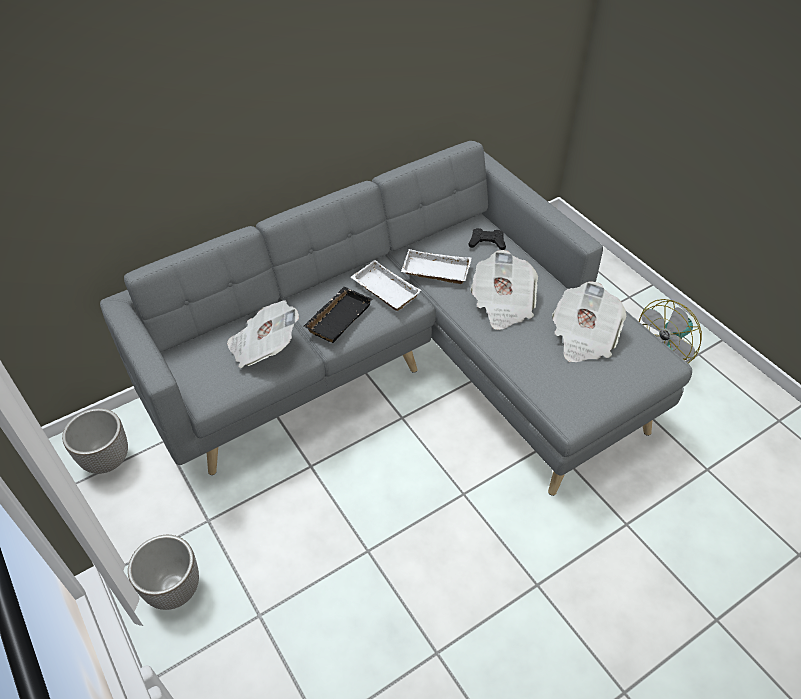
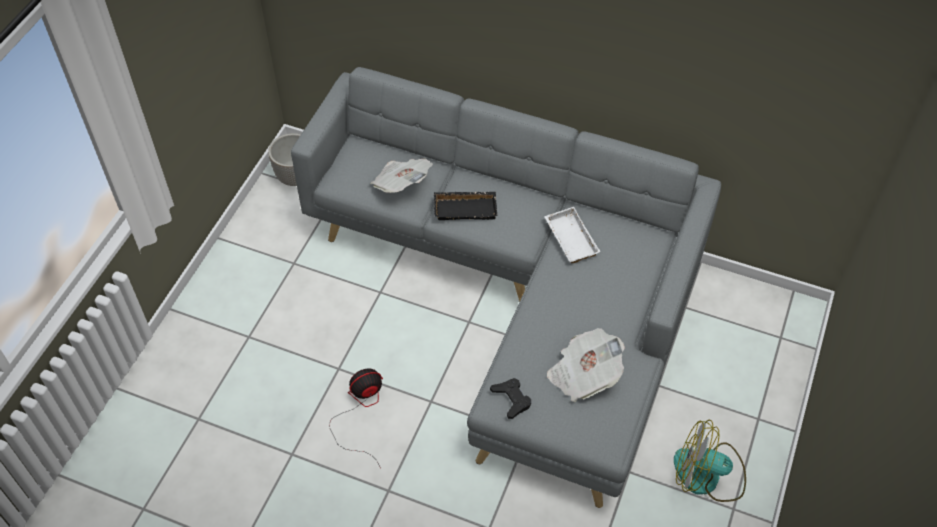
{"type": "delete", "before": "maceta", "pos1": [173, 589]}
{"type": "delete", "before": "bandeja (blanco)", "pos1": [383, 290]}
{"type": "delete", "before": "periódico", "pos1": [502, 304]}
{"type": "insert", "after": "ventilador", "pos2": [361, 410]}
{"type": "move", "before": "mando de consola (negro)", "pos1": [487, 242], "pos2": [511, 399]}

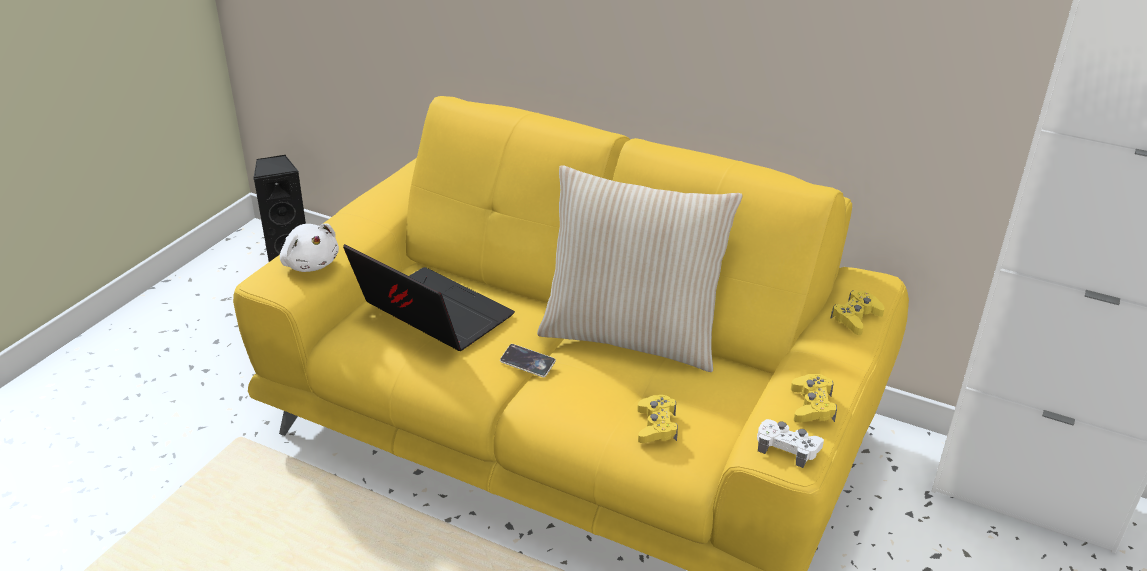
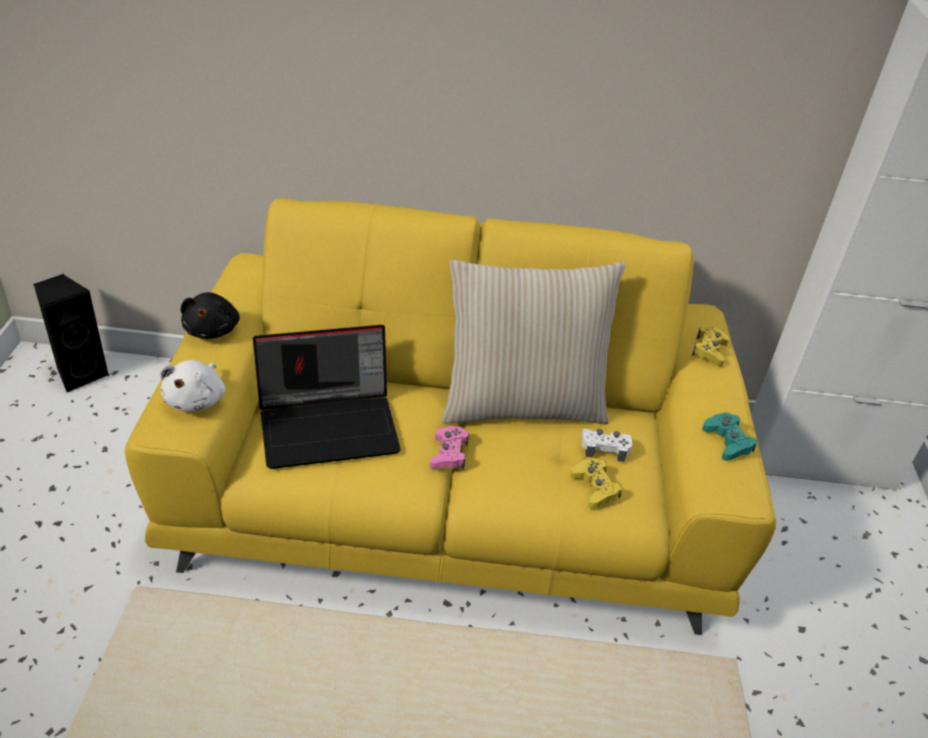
{"type": "insert", "after": "peluche (negro)", "pos2": [213, 330]}
{"type": "move", "before": "mando de consola (blanco)", "pos1": [787, 447], "pos2": [605, 448]}
{"type": "replace", "before": "móvil", "after": "mando de consola (rosa)", "pos1": [527, 363], "pos2": [449, 453]}
{"type": "recolor", "before": "mando de consola (amarillo)", "after": "mando de consola (turquesa)", "pos1": [812, 406], "pos2": [727, 442]}
{"type": "rotate", "before": "peluche (blanco)", "pos1": [310, 264], "pos2": [197, 400], "turn": 75}
{"type": "rotate", "before": "portátil", "pos1": [430, 315], "pos2": [330, 425], "turn": 150}

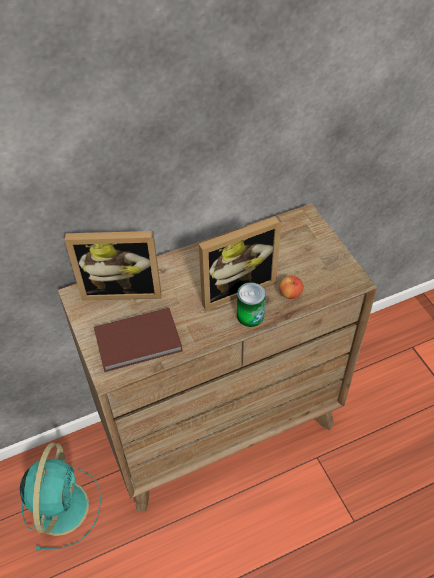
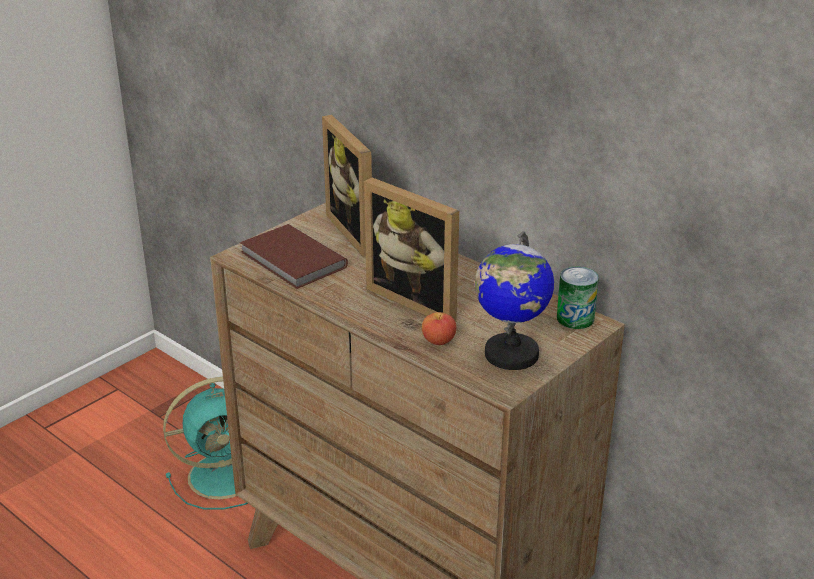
{"type": "insert", "after": "globo terráqueo", "pos2": [510, 354]}
{"type": "move", "before": "lata", "pos1": [250, 315], "pos2": [575, 318]}

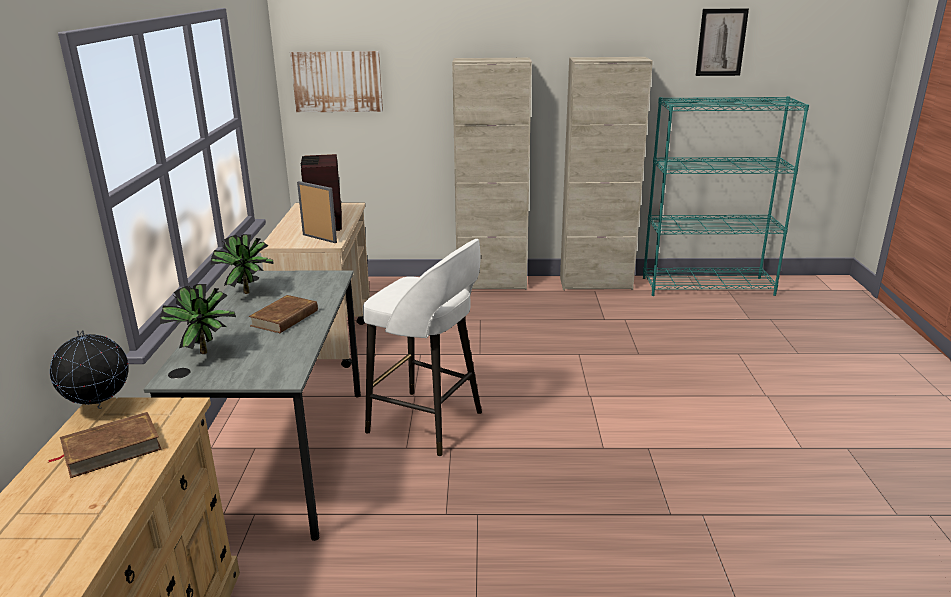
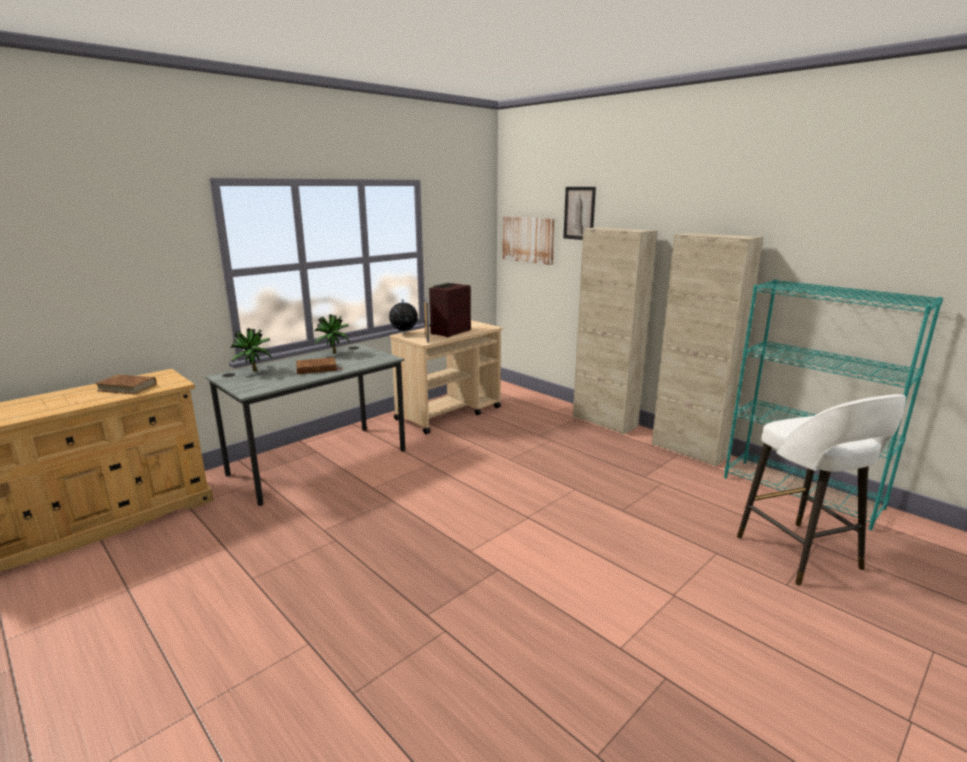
{"type": "move", "before": "globo terráqueo", "pos1": [99, 407], "pos2": [404, 334]}
{"type": "move", "before": "taburete (blanco)", "pos1": [428, 423], "pos2": [800, 555]}
{"type": "move", "before": "cuadro", "pos1": [721, 42], "pos2": [579, 213]}

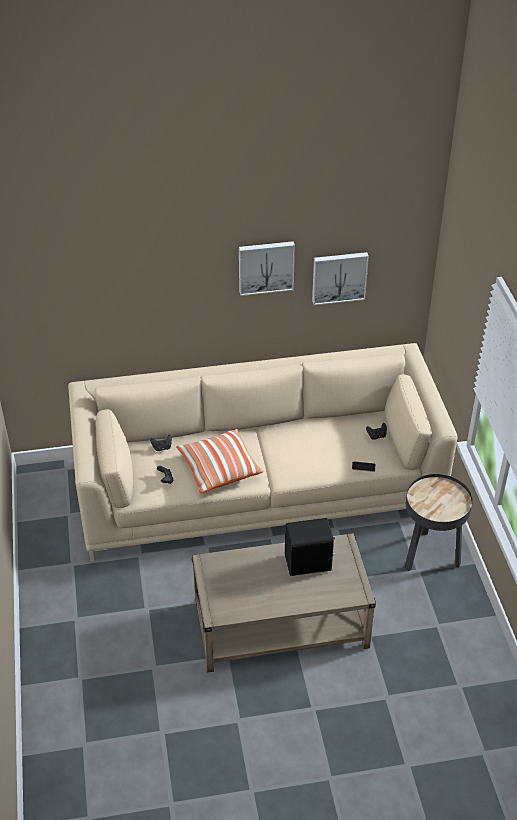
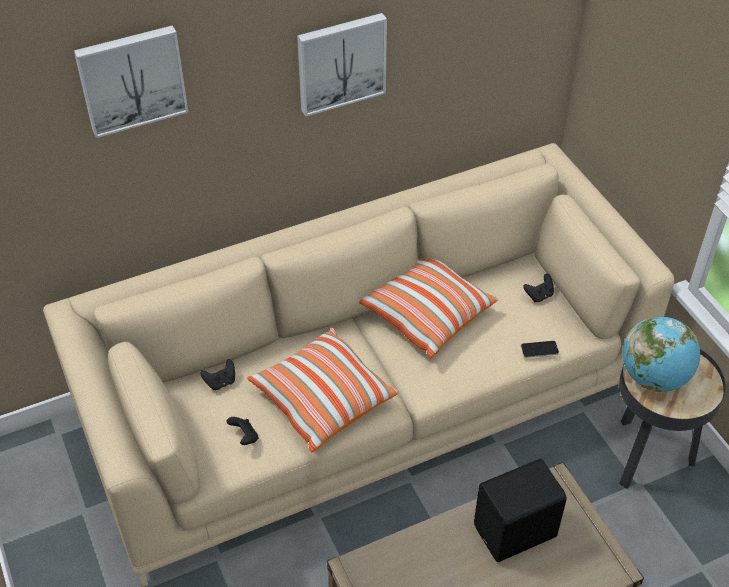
{"type": "insert", "after": "cojín", "pos2": [425, 314]}
{"type": "insert", "after": "globo terráqueo", "pos2": [654, 377]}
{"type": "move", "before": "cuadro", "pos1": [339, 277], "pos2": [131, 79]}

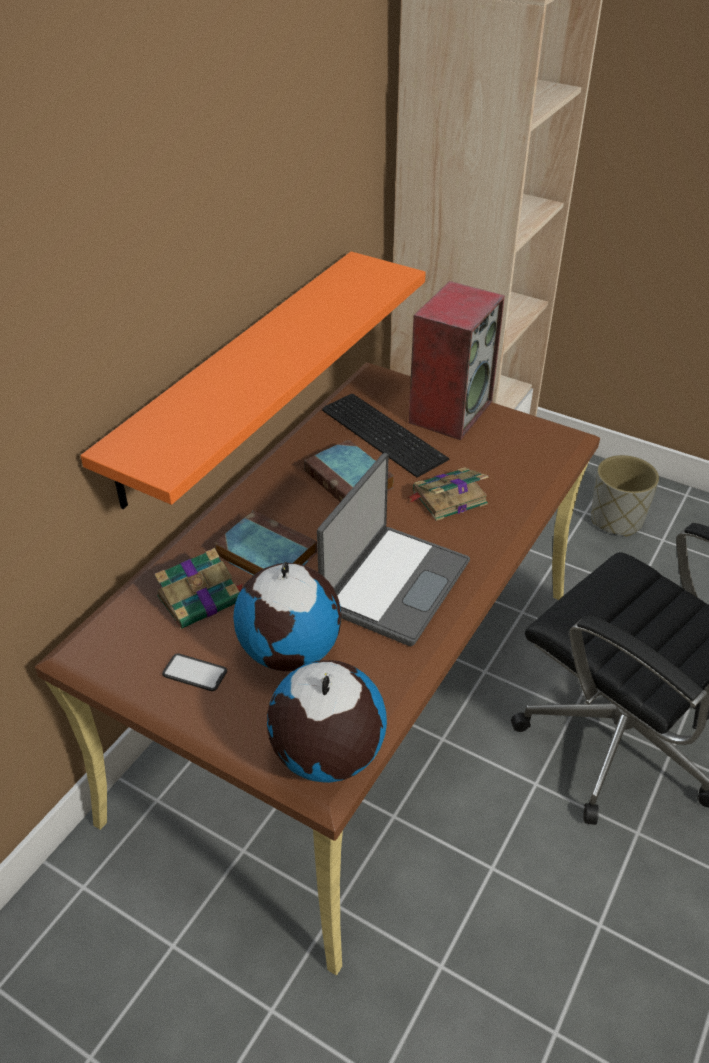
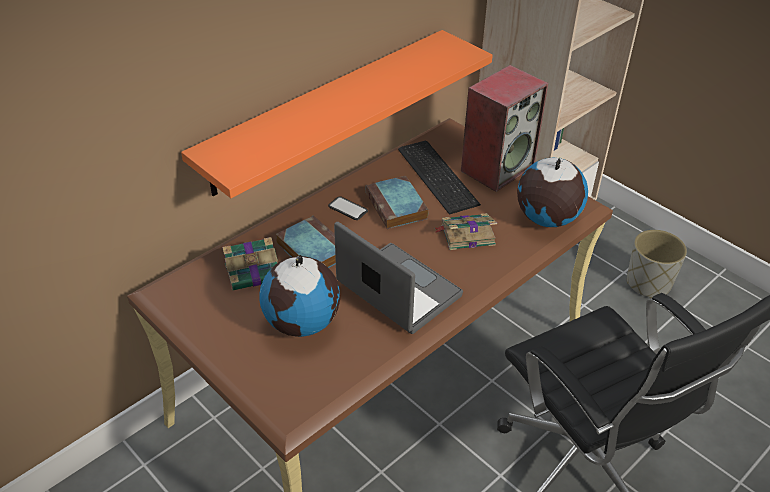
{"type": "move", "before": "móvil", "pos1": [195, 673], "pos2": [348, 209]}
{"type": "move", "before": "globo terráqueo", "pos1": [326, 755], "pos2": [546, 219]}
{"type": "rotate", "before": "portátil", "pos1": [393, 584], "pos2": [397, 291], "turn": -90}

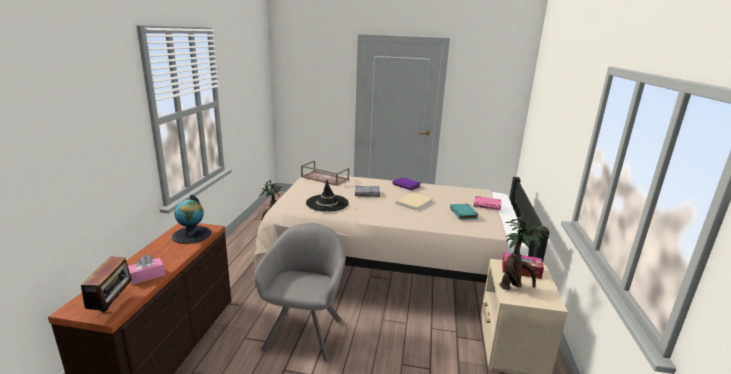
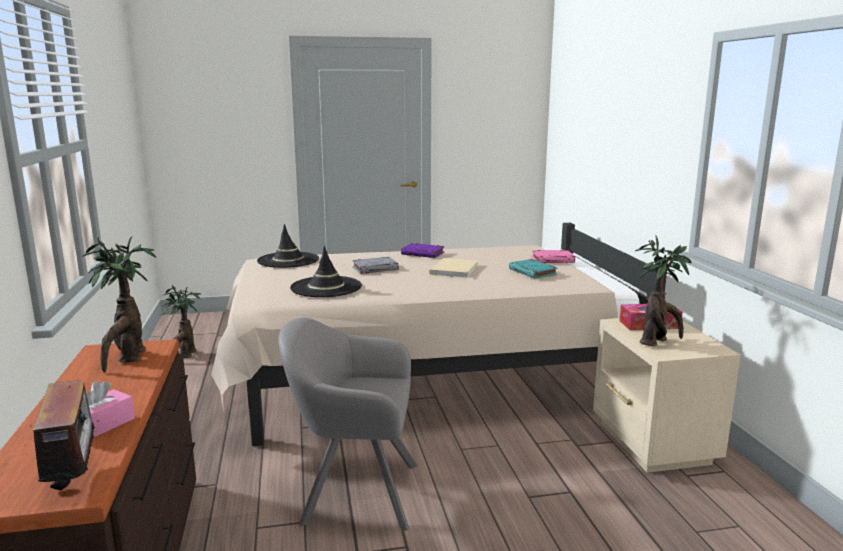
{"type": "replace", "before": "globo terráqueo", "after": "planta en maceta", "pos1": [192, 235], "pos2": [128, 359]}
{"type": "replace", "before": "bandeja (marrón)", "after": "sombrero (negro)", "pos1": [324, 178], "pos2": [288, 260]}
{"type": "rotate", "before": "sillón (gris)", "pos1": [305, 330], "pos2": [353, 491], "turn": -75}

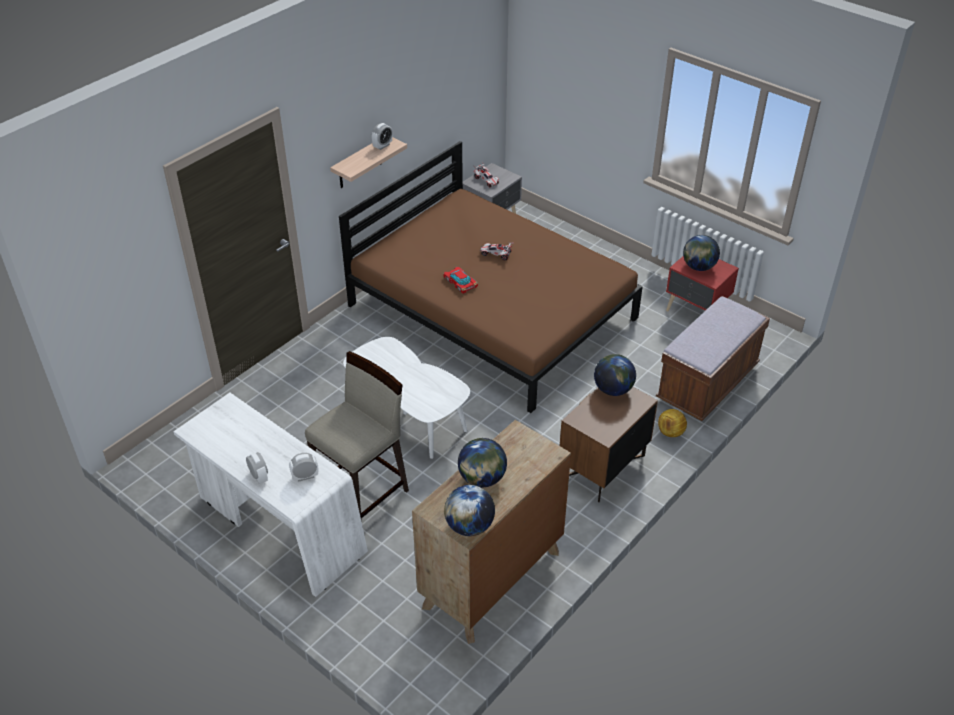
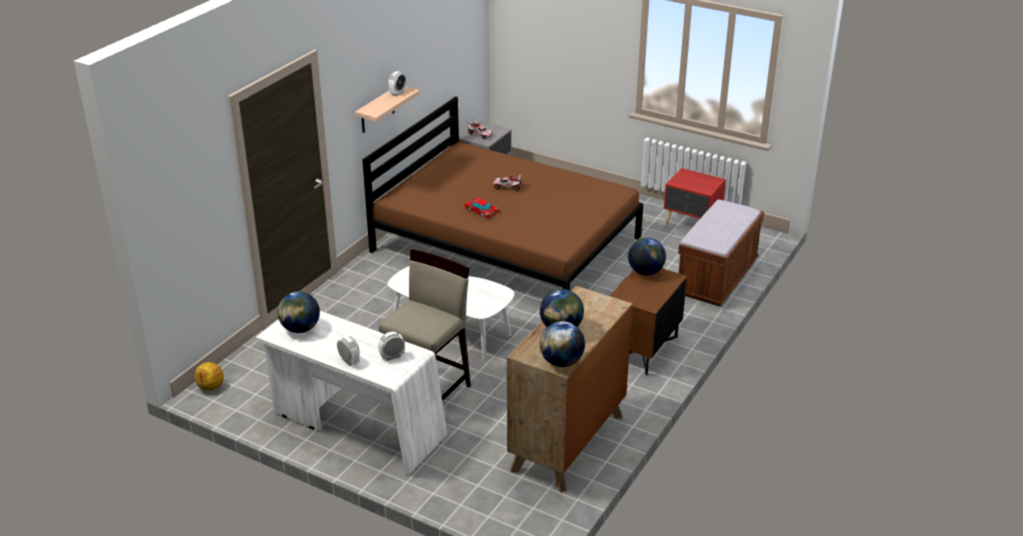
{"type": "move", "before": "balón de fútbol", "pos1": [670, 432], "pos2": [210, 387]}
{"type": "move", "before": "globo terráqueo", "pos1": [698, 267], "pos2": [300, 329]}

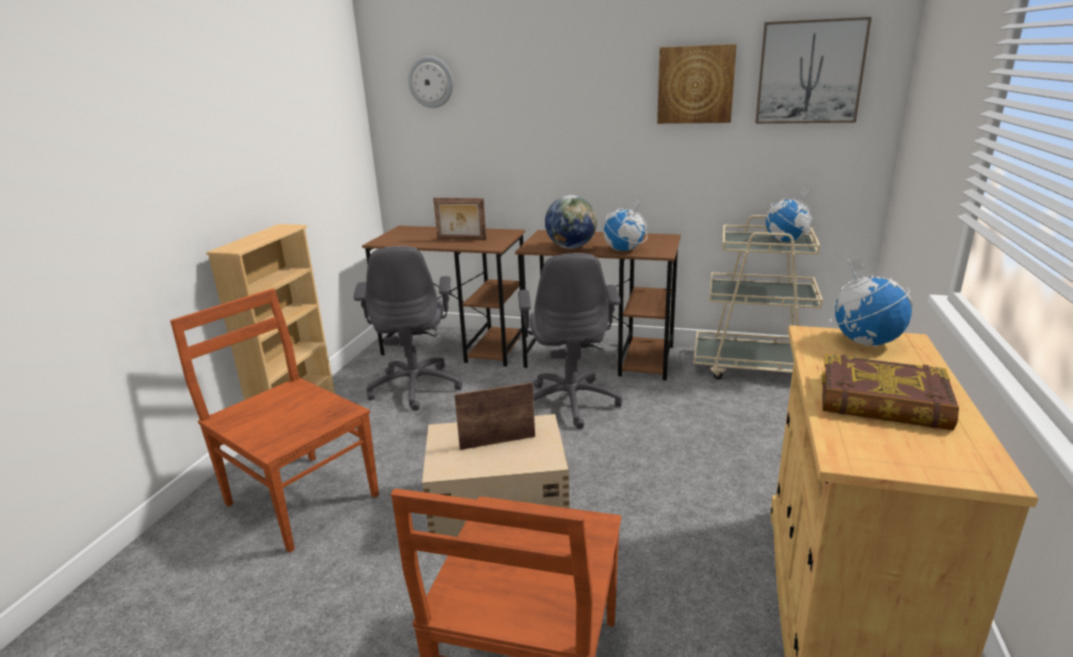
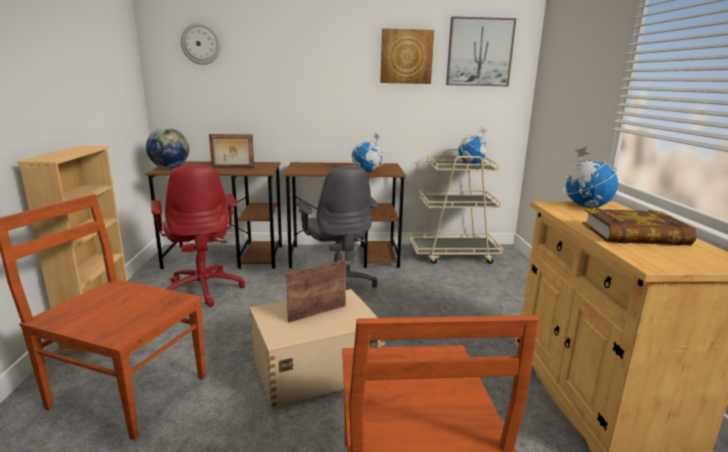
{"type": "move", "before": "globo terráqueo", "pos1": [571, 247], "pos2": [170, 168]}
{"type": "recolor", "before": "silla de oficina (gris)", "after": "silla de oficina (rojo)", "pos1": [416, 387], "pos2": [203, 289]}

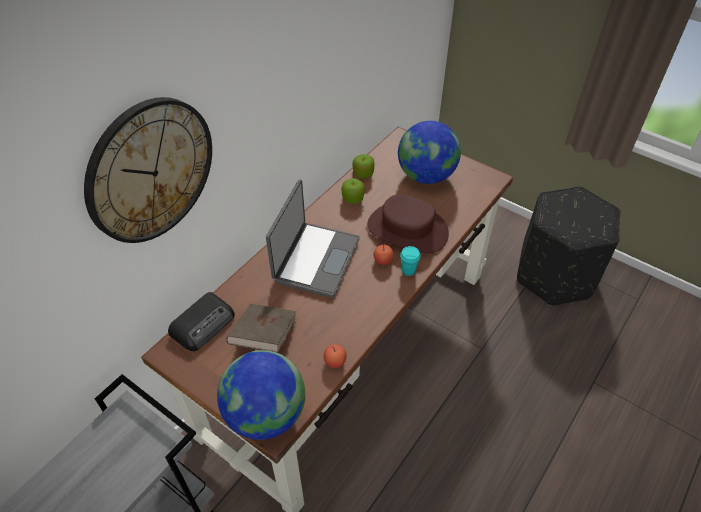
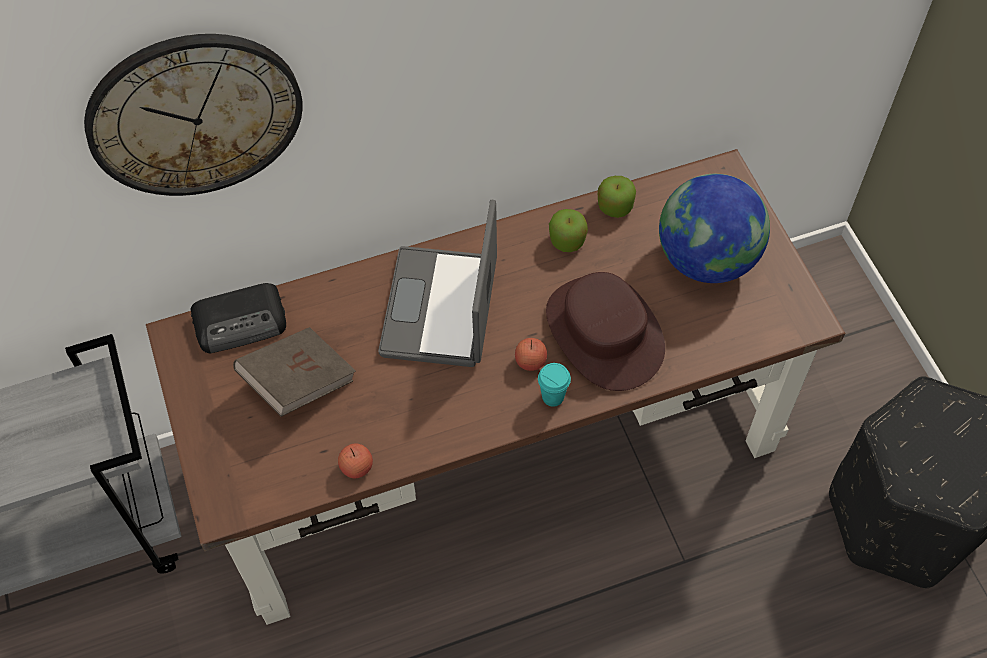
{"type": "delete", "before": "globo terráqueo", "pos1": [266, 414]}
{"type": "rotate", "before": "portátil", "pos1": [315, 259], "pos2": [442, 308], "turn": 135}

